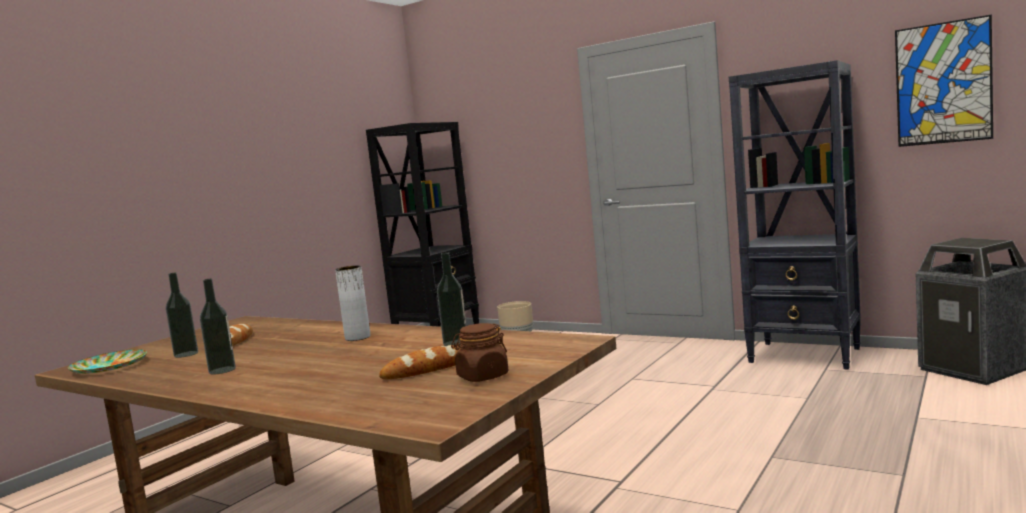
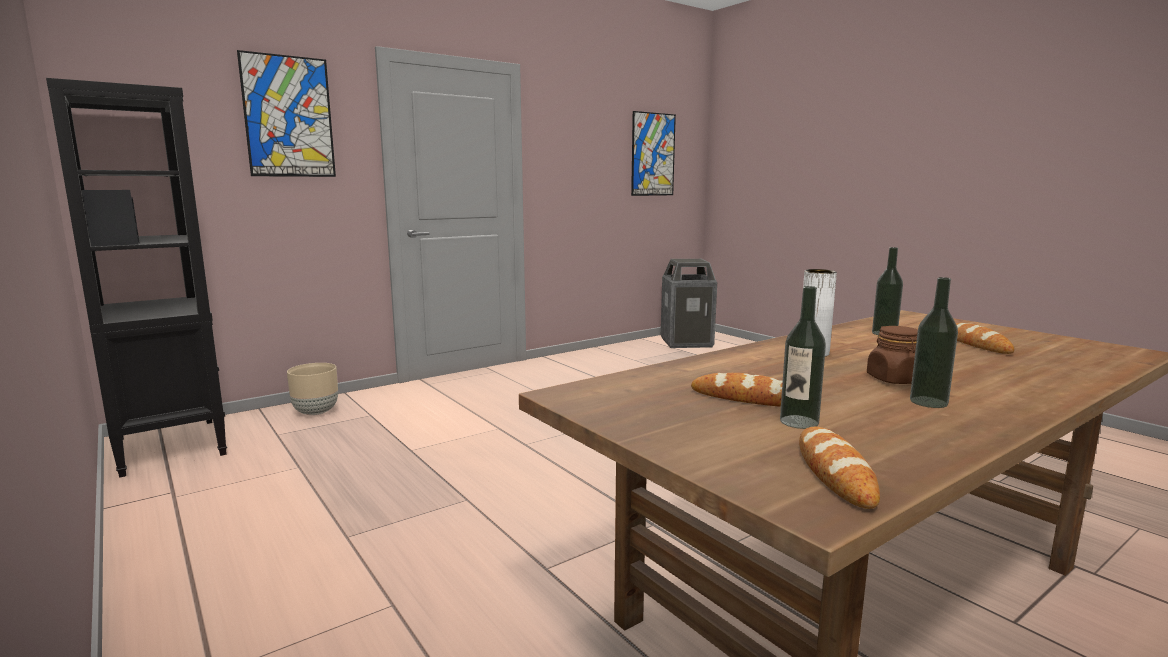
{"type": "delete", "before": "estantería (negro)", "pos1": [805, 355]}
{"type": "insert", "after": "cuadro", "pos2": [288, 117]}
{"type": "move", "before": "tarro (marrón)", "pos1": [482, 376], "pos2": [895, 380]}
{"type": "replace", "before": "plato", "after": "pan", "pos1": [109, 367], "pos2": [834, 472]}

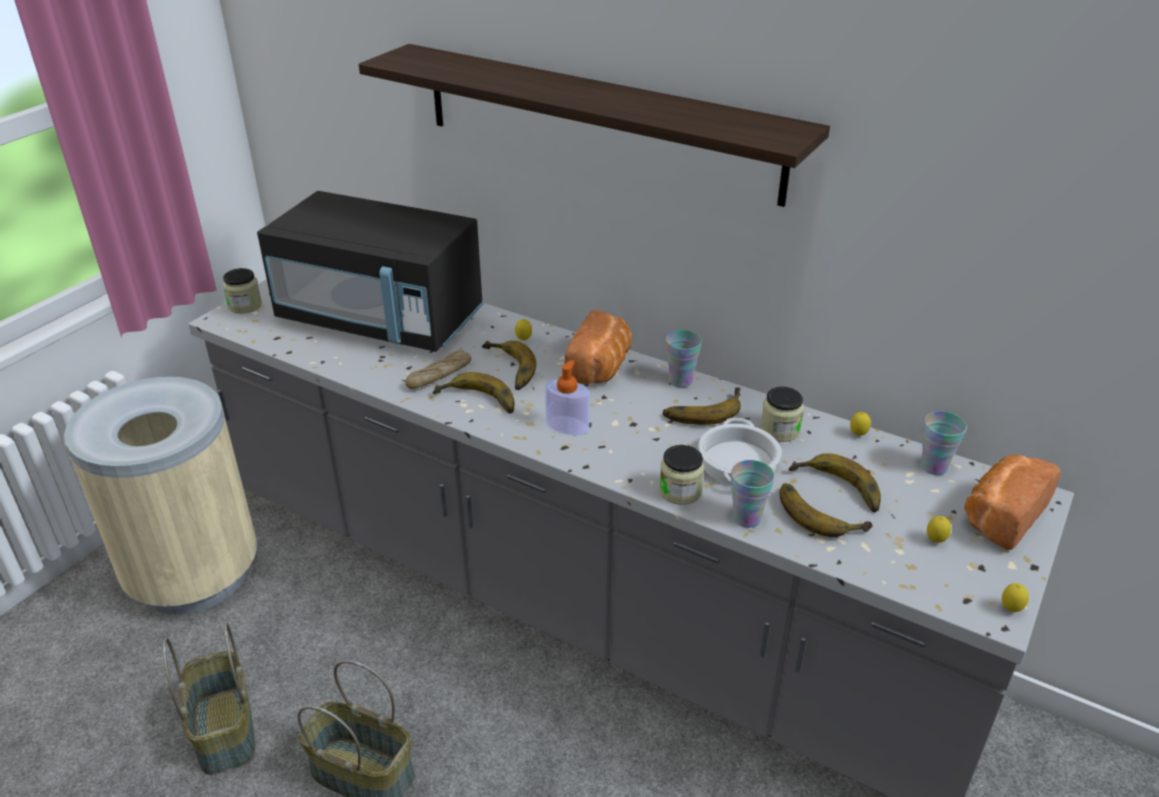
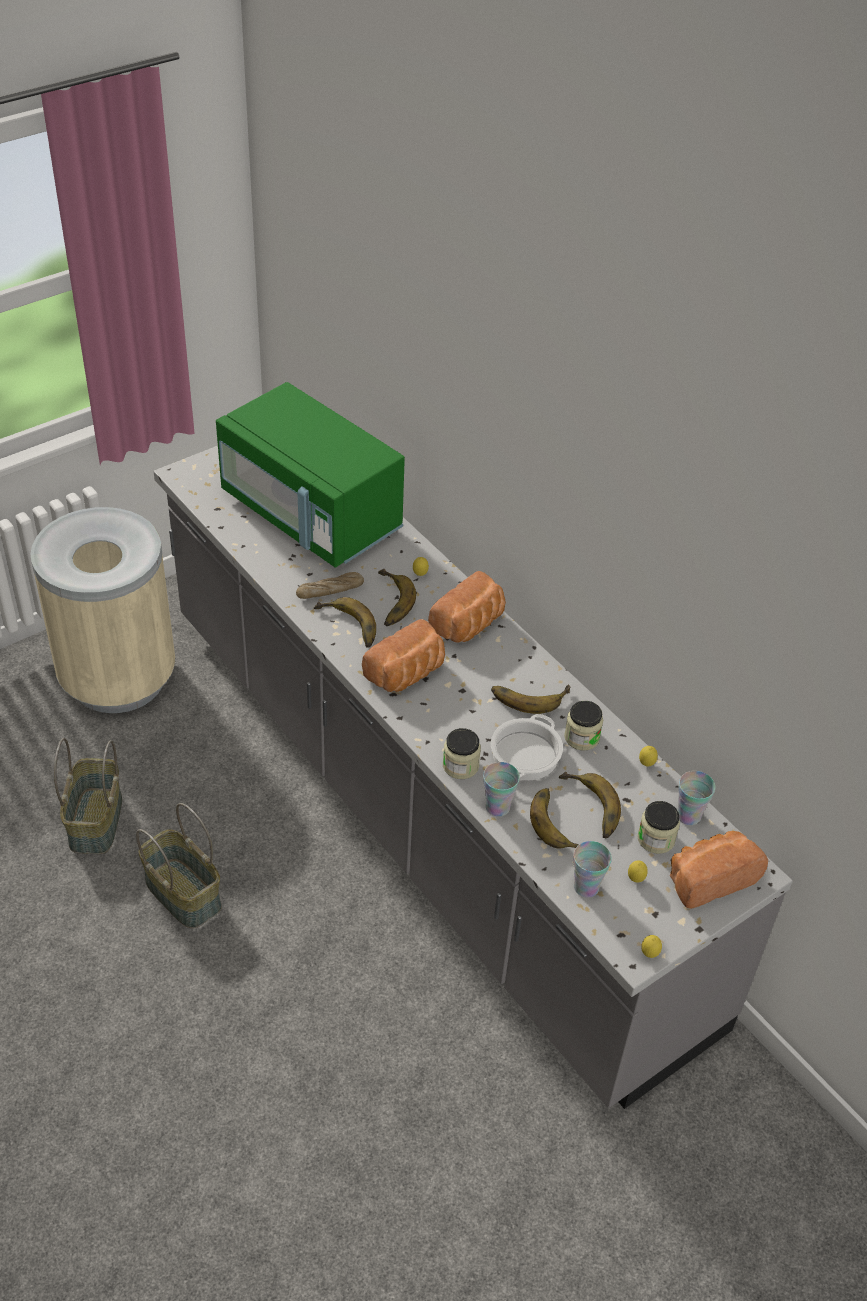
{"type": "delete", "before": "estante", "pos1": [597, 122]}
{"type": "move", "before": "tarro", "pos1": [245, 305], "pos2": [656, 839]}
{"type": "move", "before": "taza", "pos1": [680, 381], "pos2": [586, 887]}
{"type": "replace", "before": "dispensador de jabón", "after": "pan", "pos1": [567, 425], "pos2": [407, 674]}
{"type": "recolor", "before": "microondas (negro)", "after": "microondas (verde)", "pos1": [381, 319], "pos2": [311, 515]}

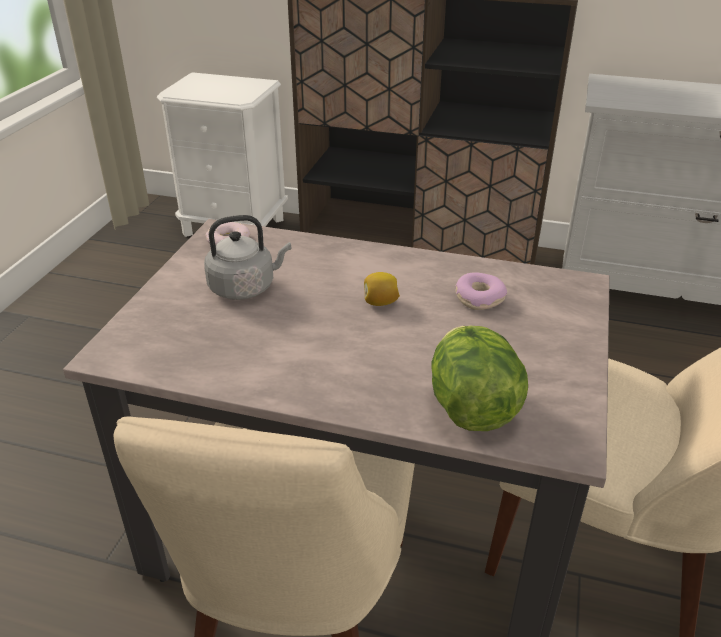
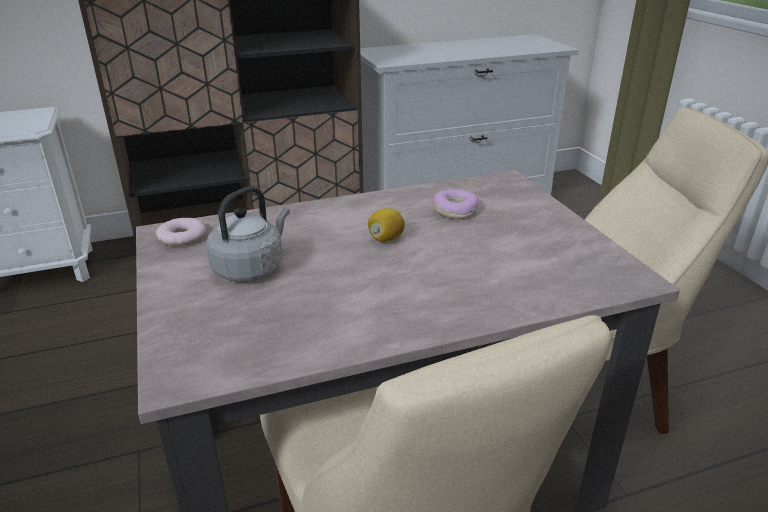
{"type": "delete", "before": "lechuga", "pos1": [471, 407]}

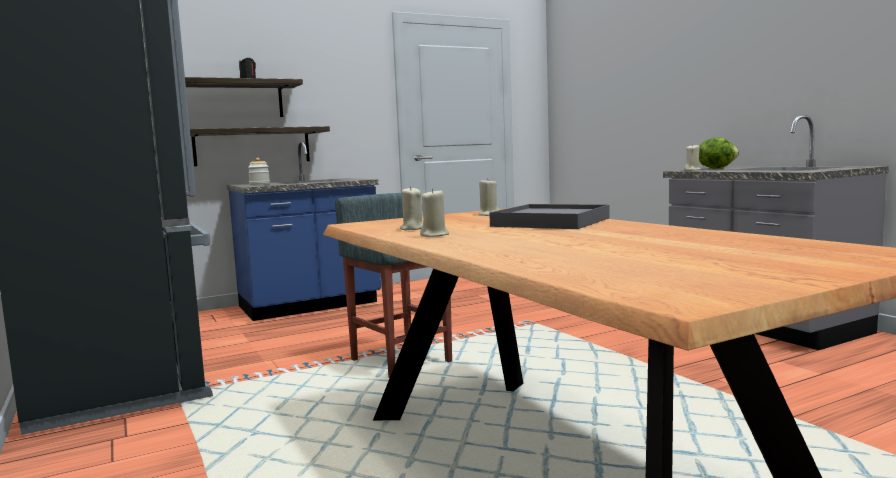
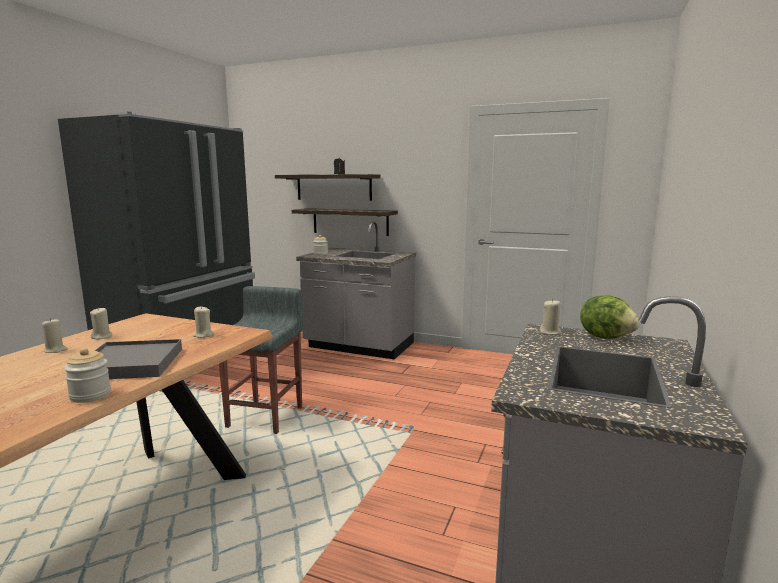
{"type": "insert", "after": "tarro", "pos2": [90, 395]}
{"type": "recolor", "before": "mueble bajo de cocina (azul)", "after": "mueble bajo de cocina (gris)", "pos1": [310, 305], "pos2": [359, 346]}

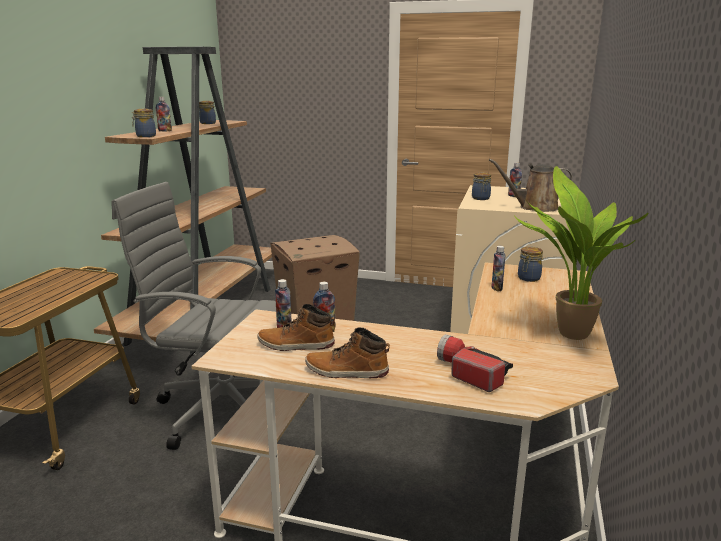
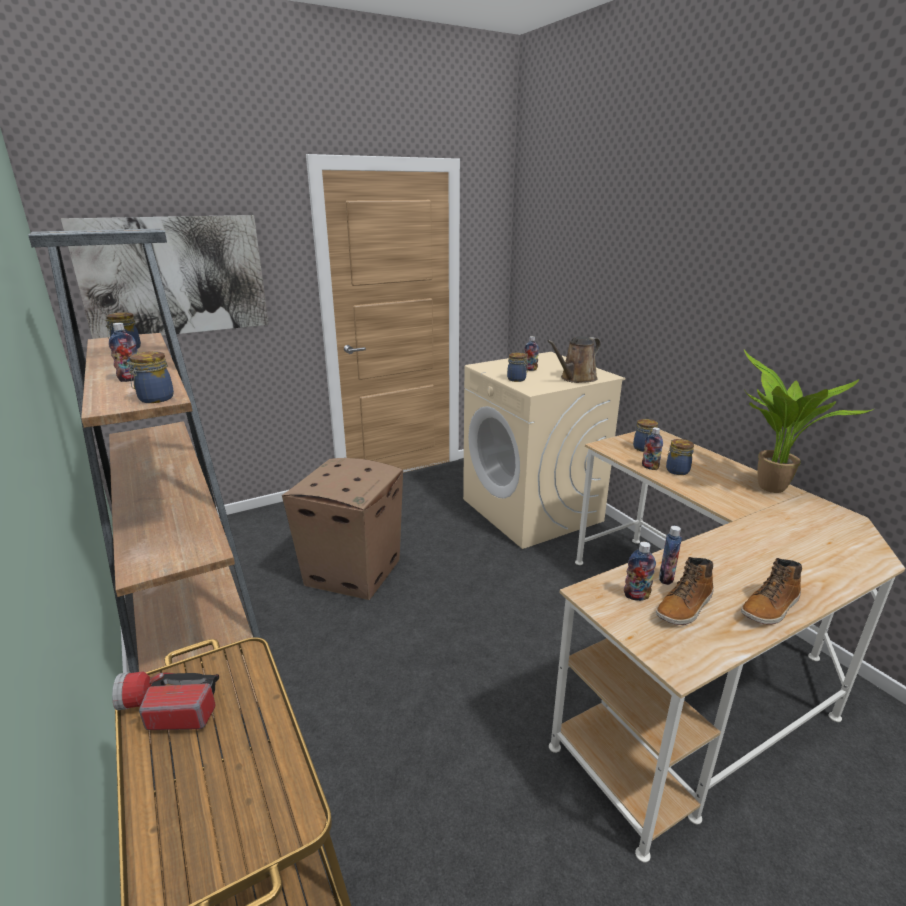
{"type": "delete", "before": "silla de oficina (gris)", "pos1": [222, 408]}
{"type": "insert", "after": "cuadro", "pos2": [175, 276]}
{"type": "insert", "after": "tarro", "pos2": [676, 470]}
{"type": "move", "before": "linterna", "pos1": [469, 372], "pos2": [167, 709]}

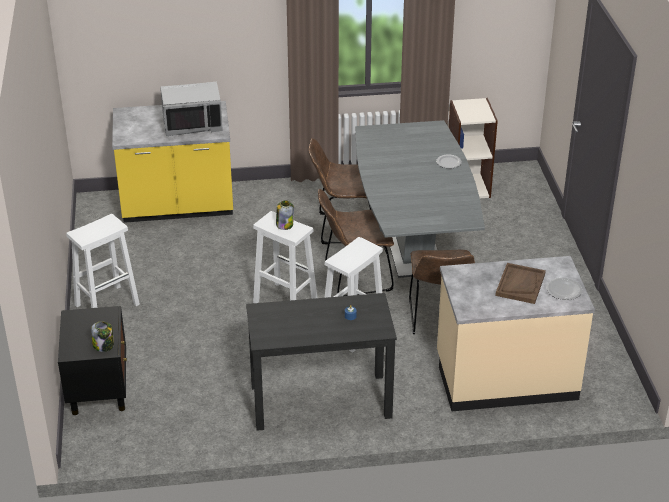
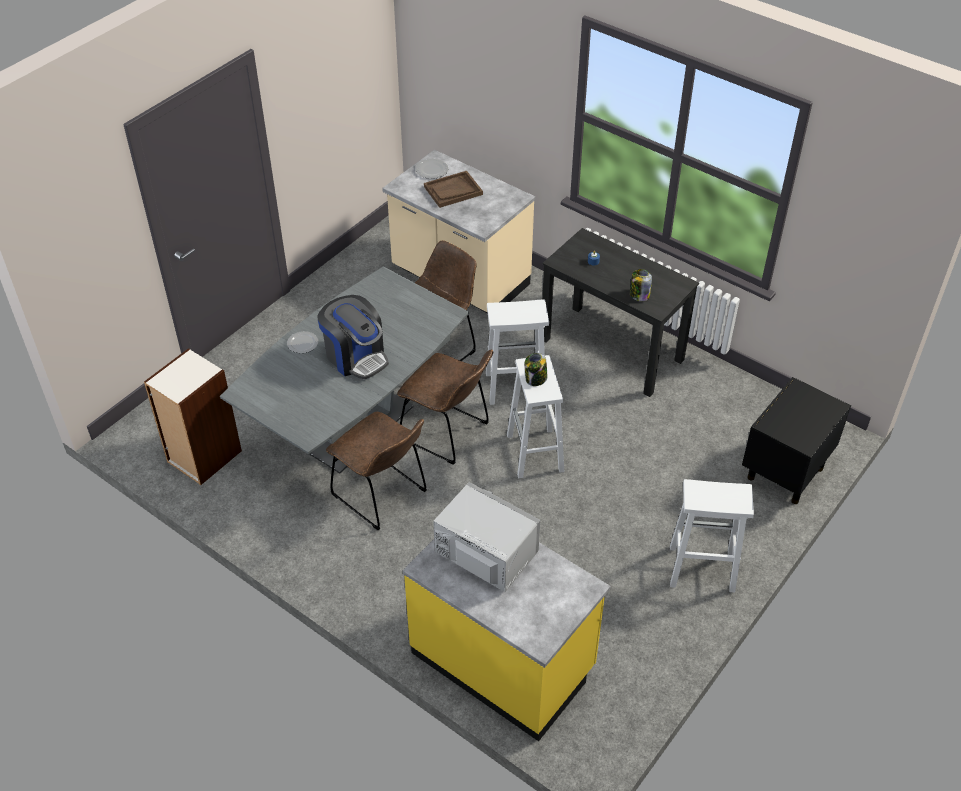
{"type": "insert", "after": "cafetera", "pos2": [355, 356]}
{"type": "move", "before": "tarro", "pos1": [104, 346], "pos2": [639, 295]}

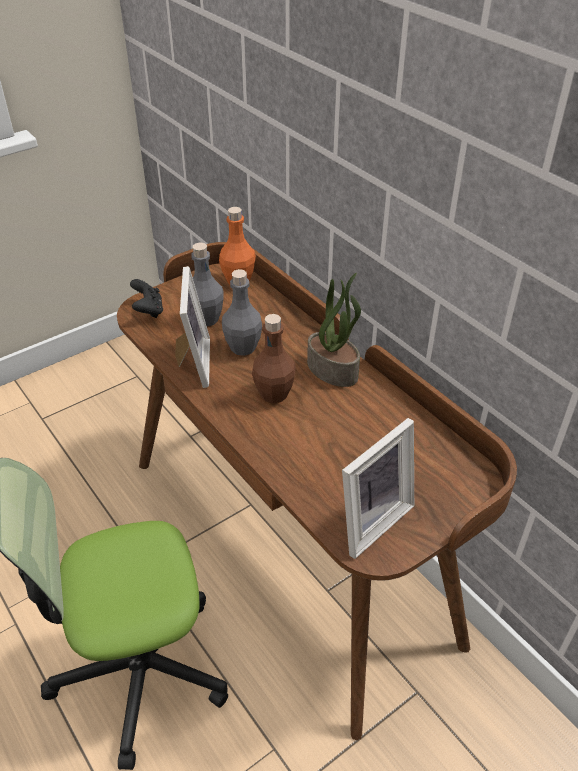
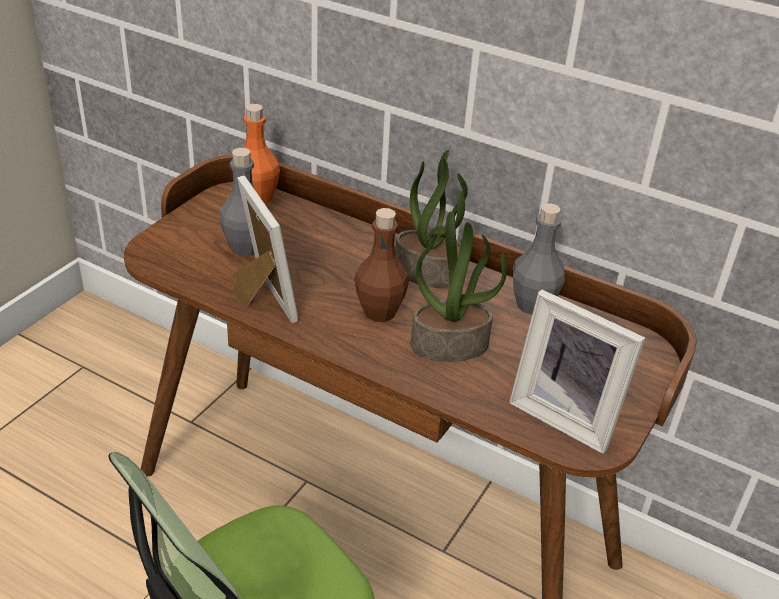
{"type": "delete", "before": "mando de consola (negro)", "pos1": [148, 310]}
{"type": "insert", "after": "planta en maceta", "pos2": [450, 344]}
{"type": "move", "before": "botella (gris)", "pos1": [243, 347], "pos2": [532, 305]}
{"type": "rotate", "before": "portarretratos", "pos1": [369, 520], "pos2": [566, 415], "turn": 105}

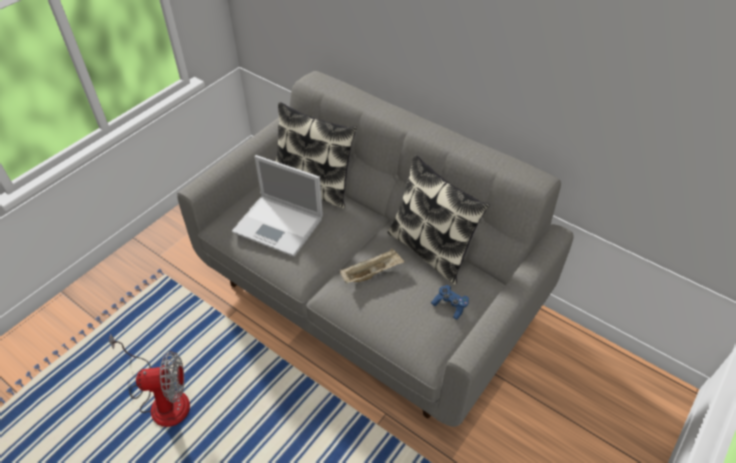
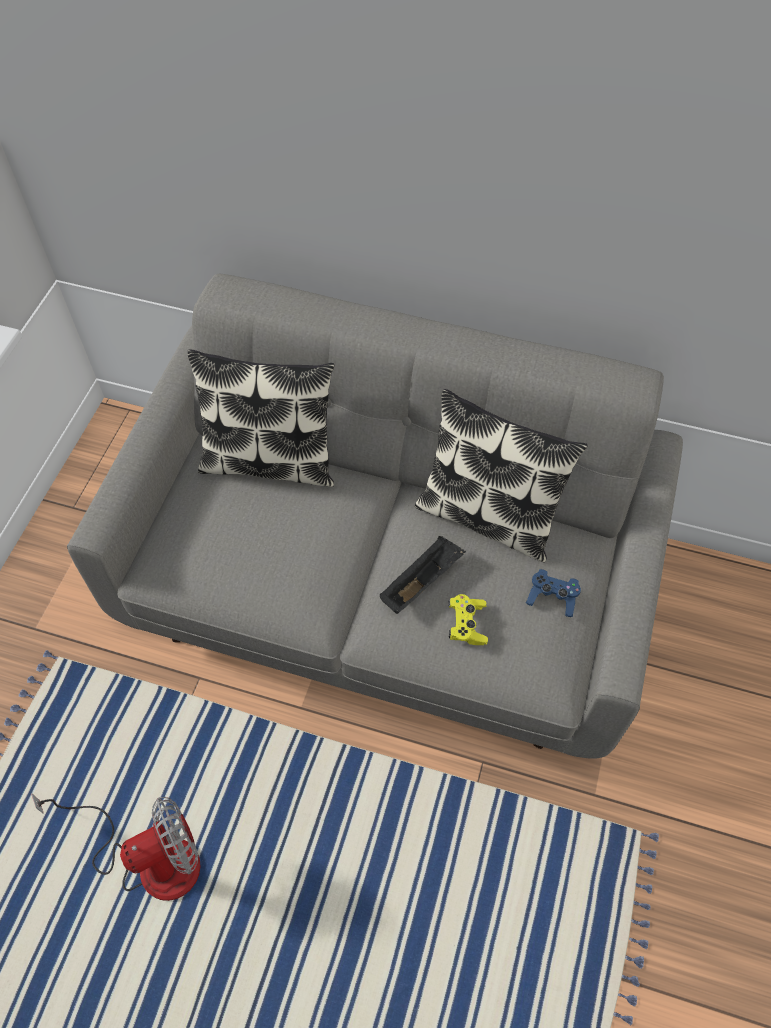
{"type": "delete", "before": "portátil", "pos1": [279, 225]}
{"type": "insert", "after": "mando de consola (amarillo)", "pos2": [466, 624]}
{"type": "recolor", "before": "bandeja (beis)", "after": "bandeja (negro)", "pos1": [372, 273], "pos2": [422, 581]}

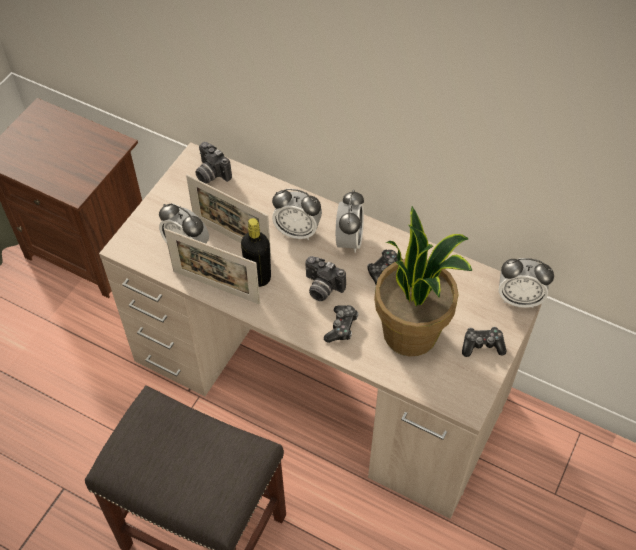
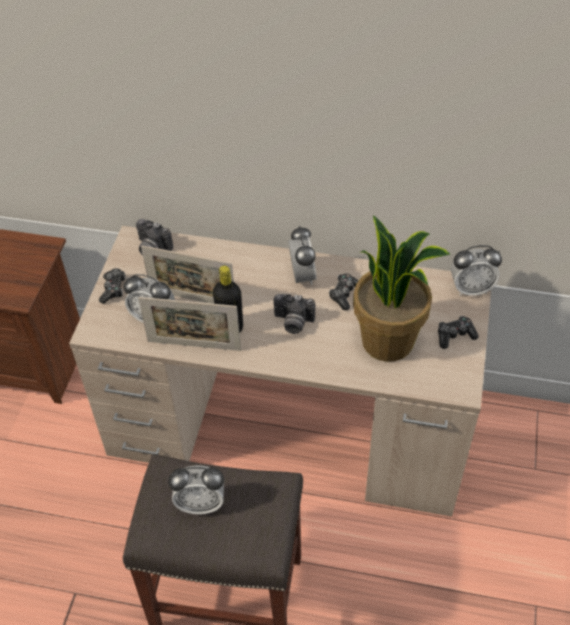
{"type": "move", "before": "despertador", "pos1": [297, 231], "pos2": [200, 503]}
{"type": "move", "before": "mando de consola", "pos1": [341, 327], "pos2": [113, 289]}

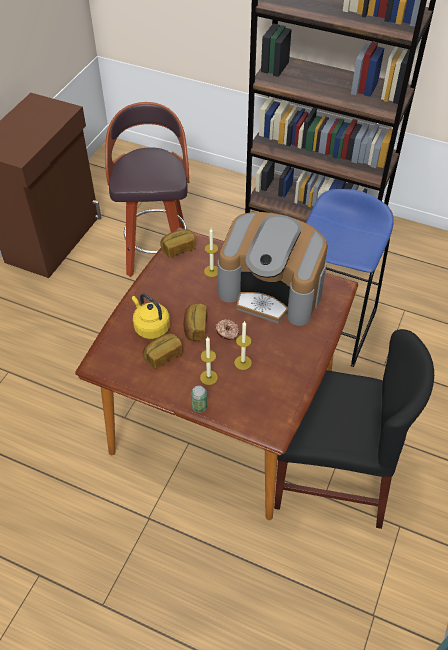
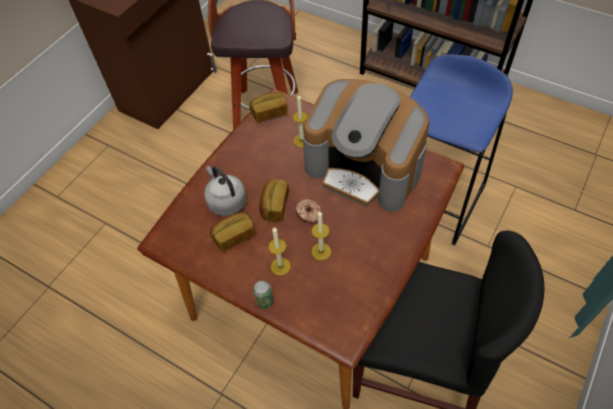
{"type": "recolor", "before": "hervidor (amarillo)", "after": "hervidor (gris)", "pos1": [150, 327], "pos2": [226, 201]}

